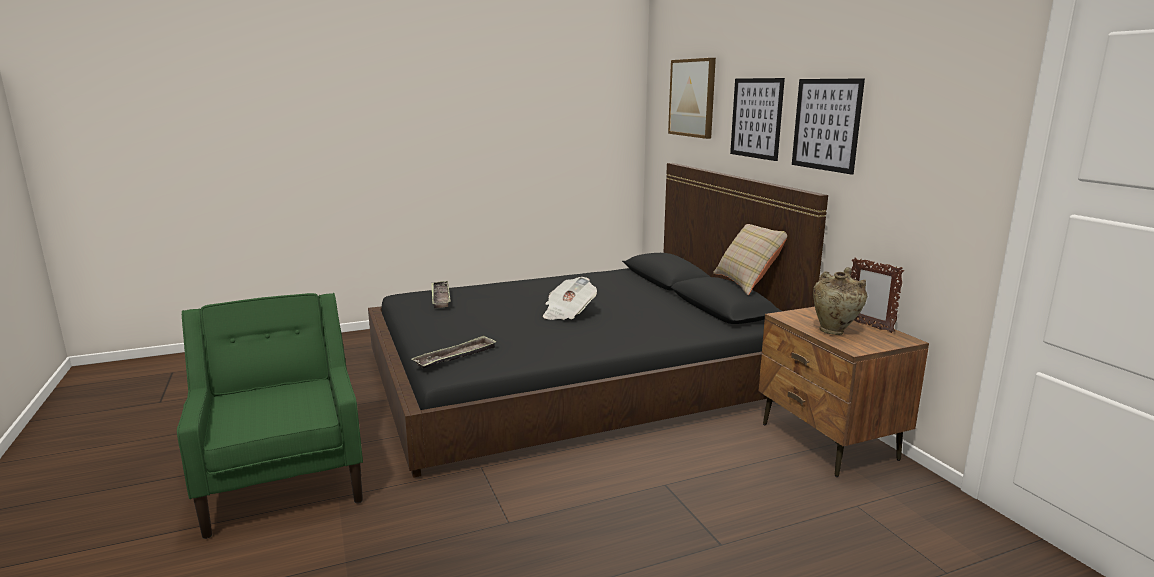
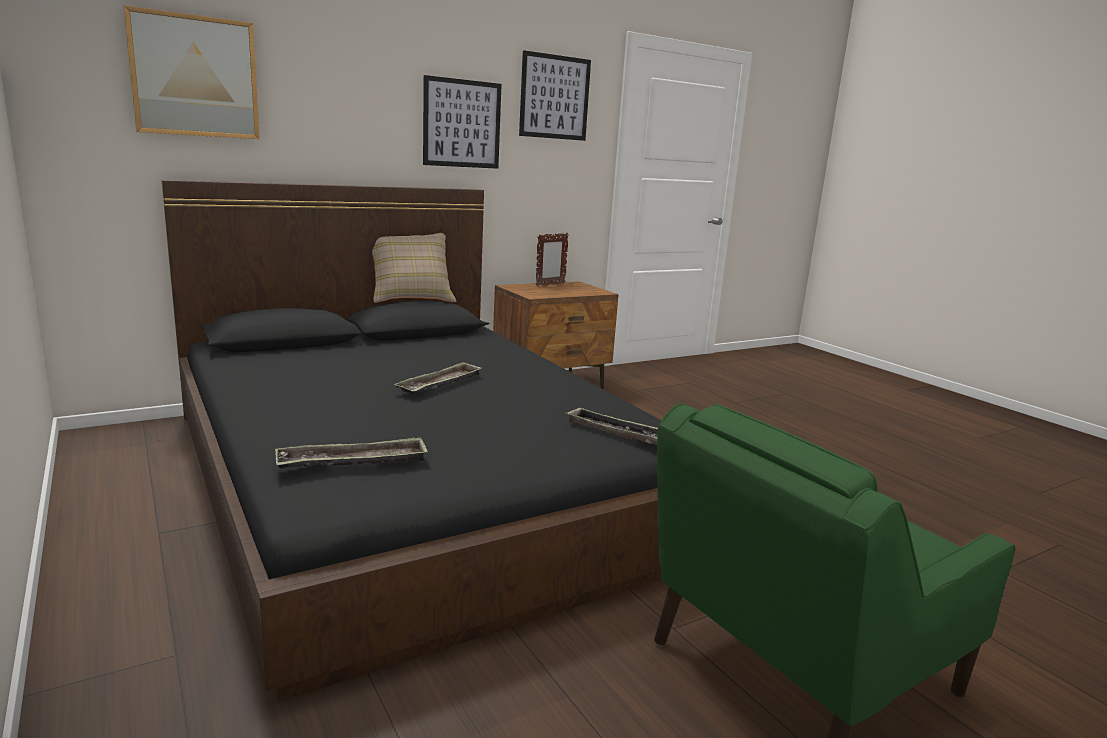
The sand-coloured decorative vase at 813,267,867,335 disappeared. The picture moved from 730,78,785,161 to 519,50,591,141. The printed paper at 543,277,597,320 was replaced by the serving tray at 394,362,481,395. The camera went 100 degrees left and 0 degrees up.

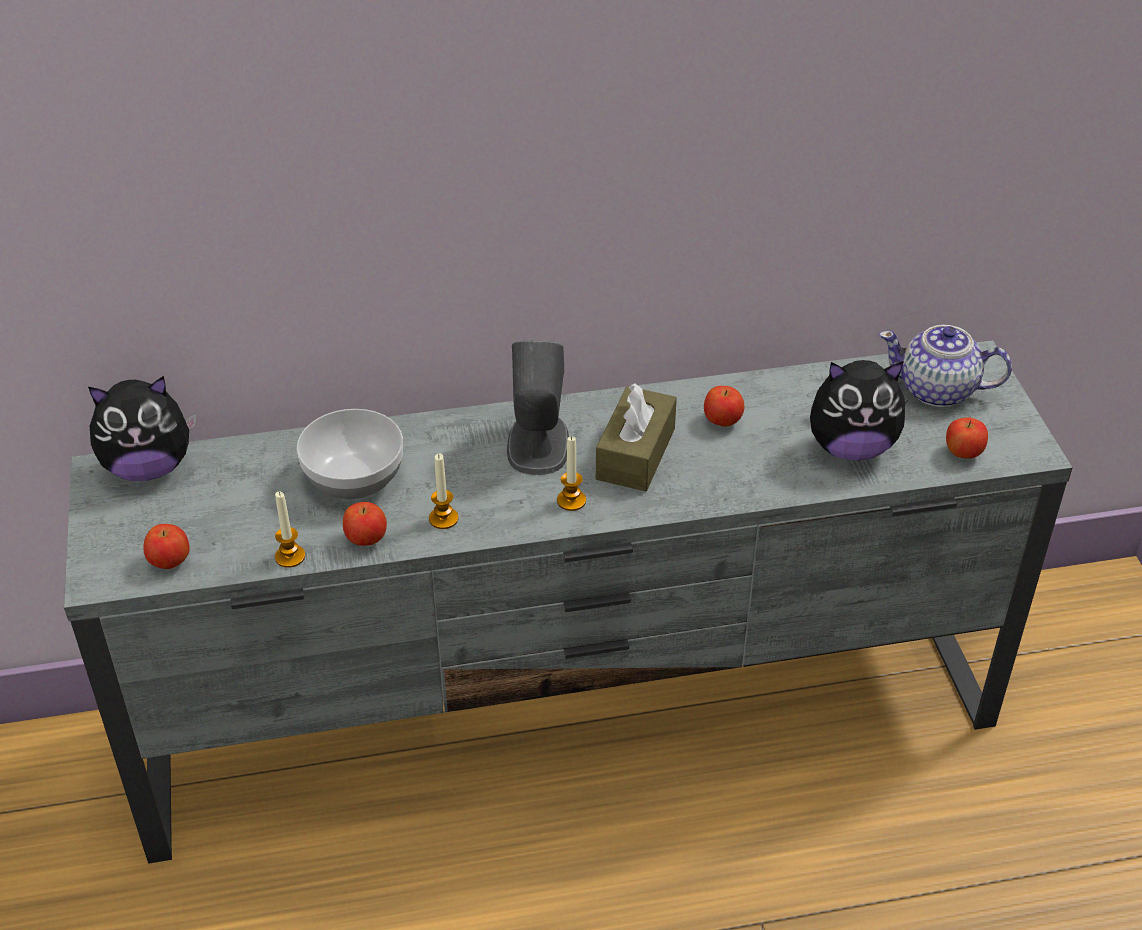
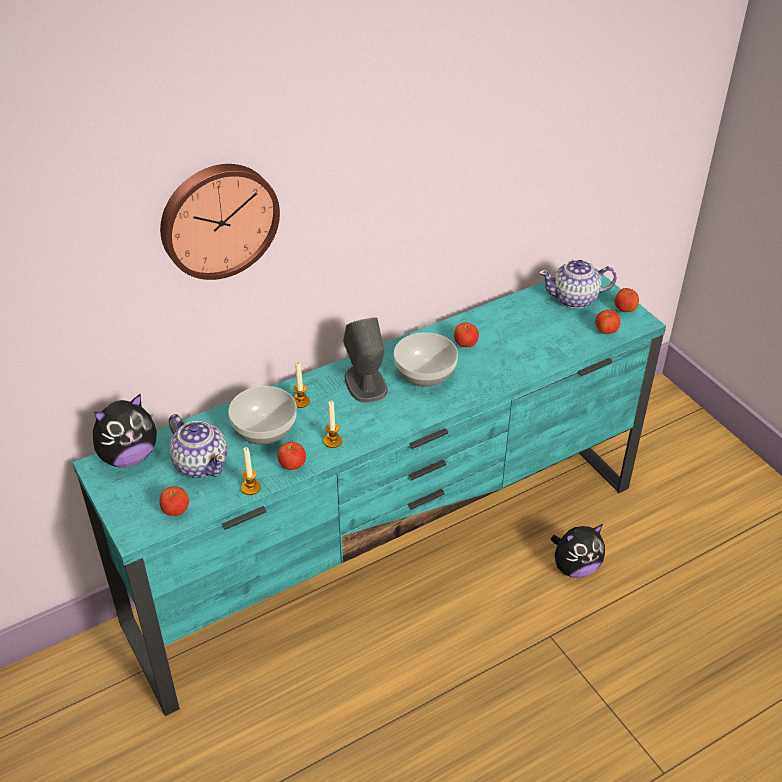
The wall clock at 160,164,280,280 appeared. The tea pot at 169,414,228,478 appeared. The apple at 615,288,639,312 appeared. The candle moved from 557,436,586,511 to 293,362,310,408. The plush toy moved from 810,360,907,461 to 551,524,605,578. The brownish tissue box at 596,383,677,491 was replaced by the deep dish at 394,332,458,387. The gray media console at 64,340,1073,864 became the turquoise media console at 72,267,666,716. The camera went 20 degrees left and 0 degrees up.

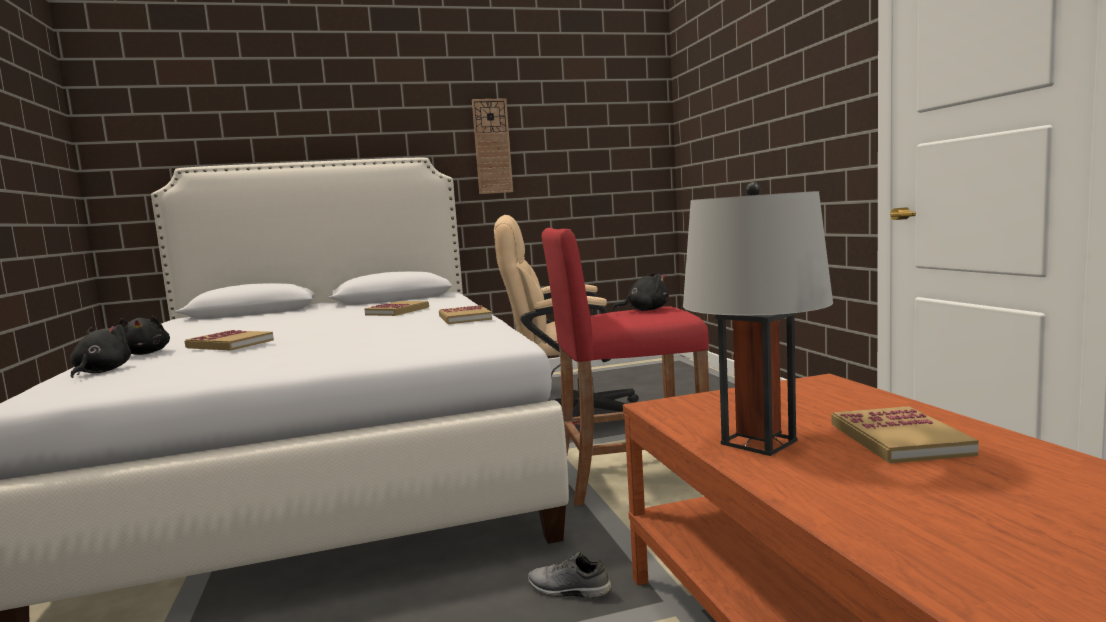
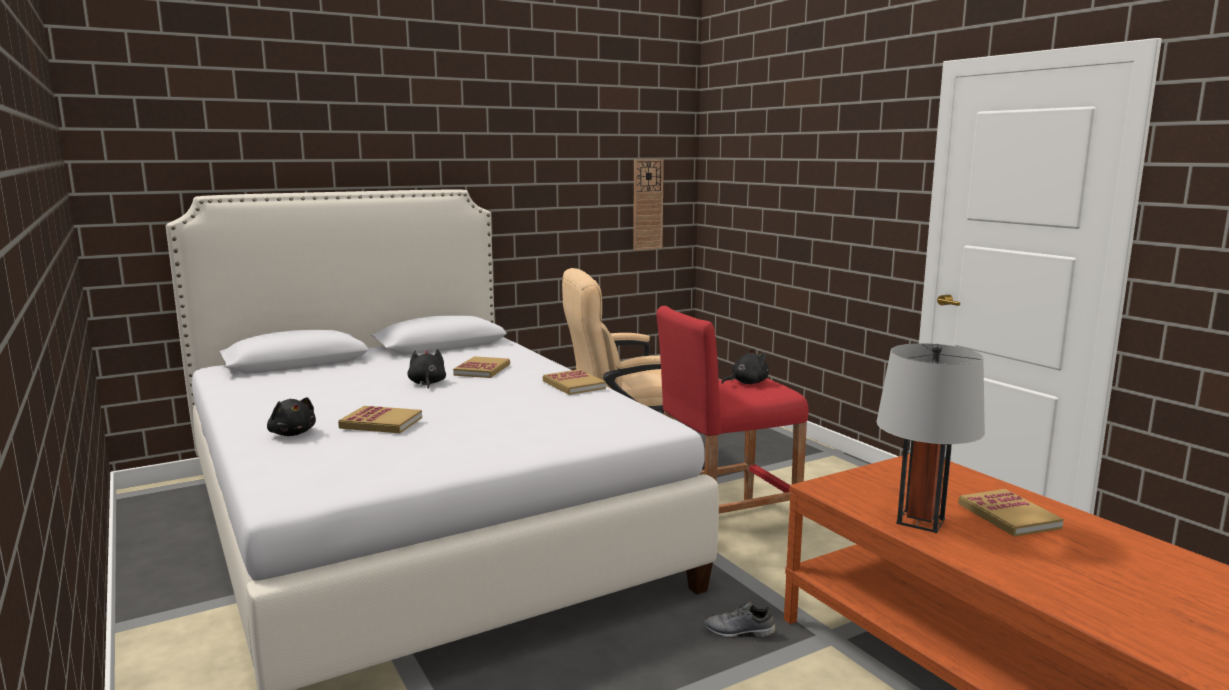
The black-coloured plush toy moved from 70,324,131,378 to 407,349,446,389. The wall clock moved from 472,98,513,194 to 633,159,664,250. The camera went 15 degrees left and 5 degrees up.

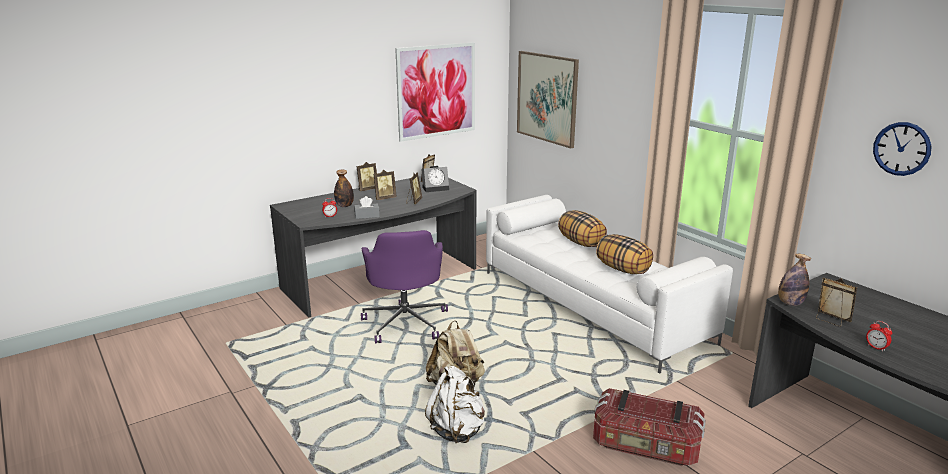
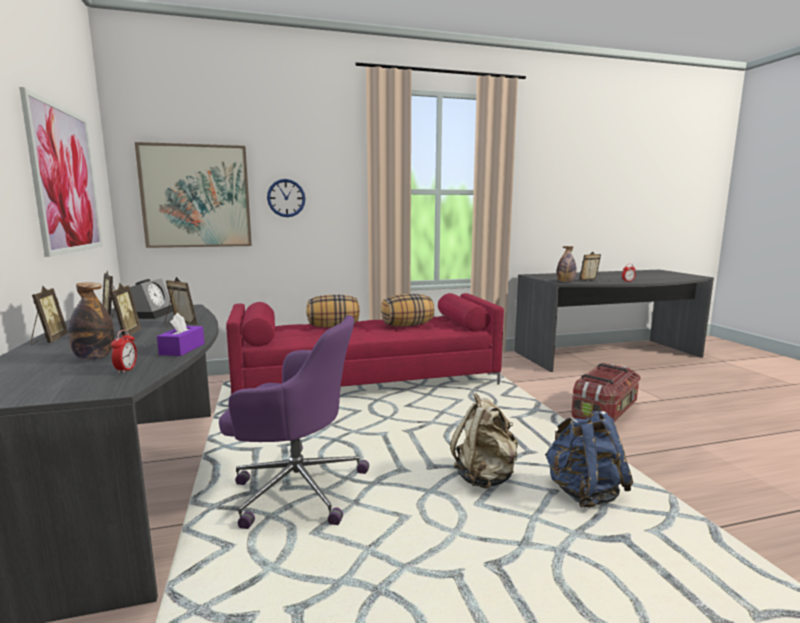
The wall clock moved from 873,122,931,176 to 267,179,306,217. The gray tissue box at 354,196,380,219 became the purplish tissue box at 157,313,205,356. The white-coloured knapsack at 425,366,485,443 became the blue-coloured knapsack at 545,411,633,508. The white-coloured couch at 486,195,733,374 became the red couch at 226,293,504,394. The camera went 70 degrees left and 10 degrees down.

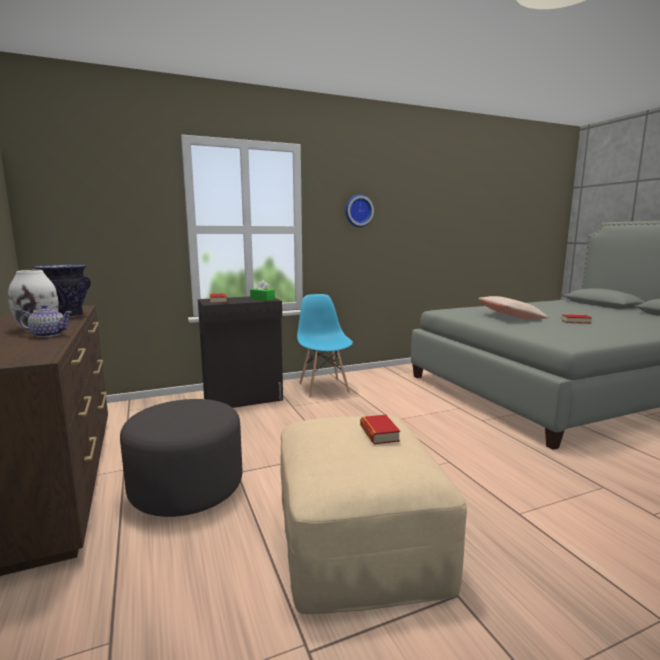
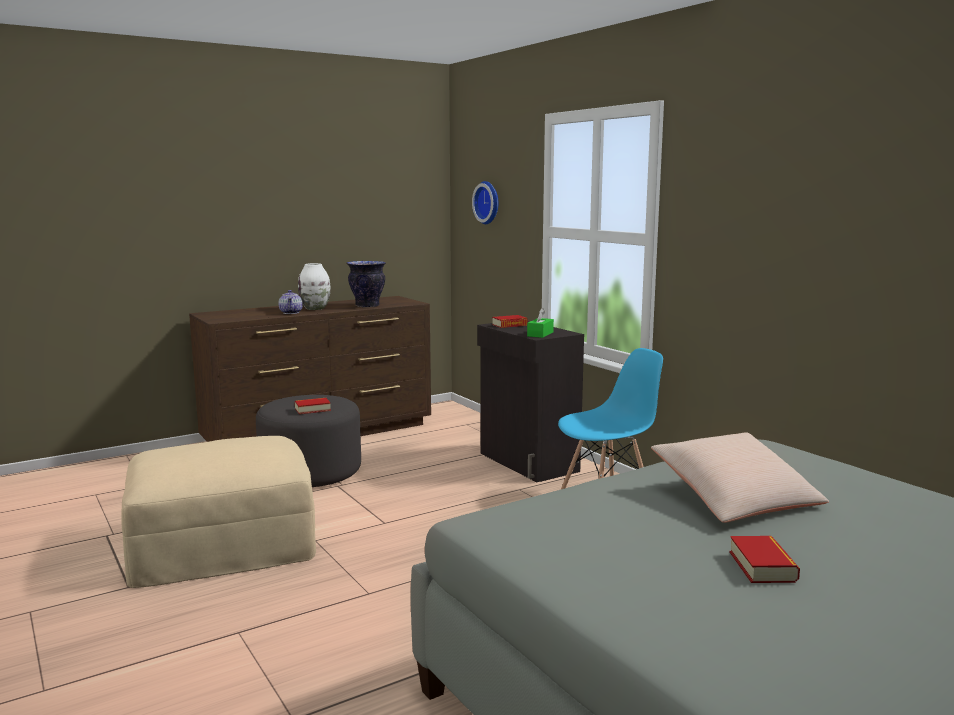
The wall clock moved from 345,194,374,227 to 472,181,498,224. The volume moved from 360,415,400,444 to 295,398,331,414. The camera went 80 degrees right and 0 degrees up.

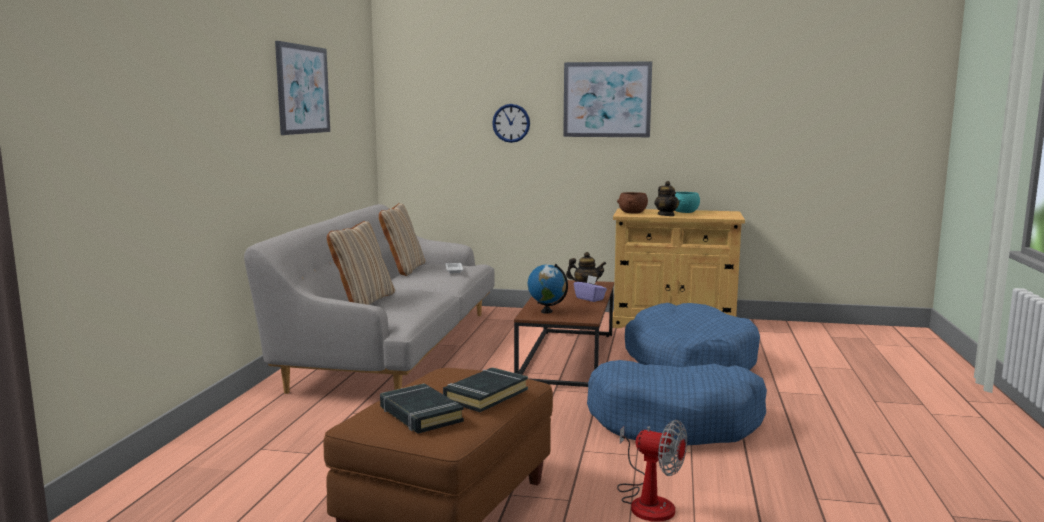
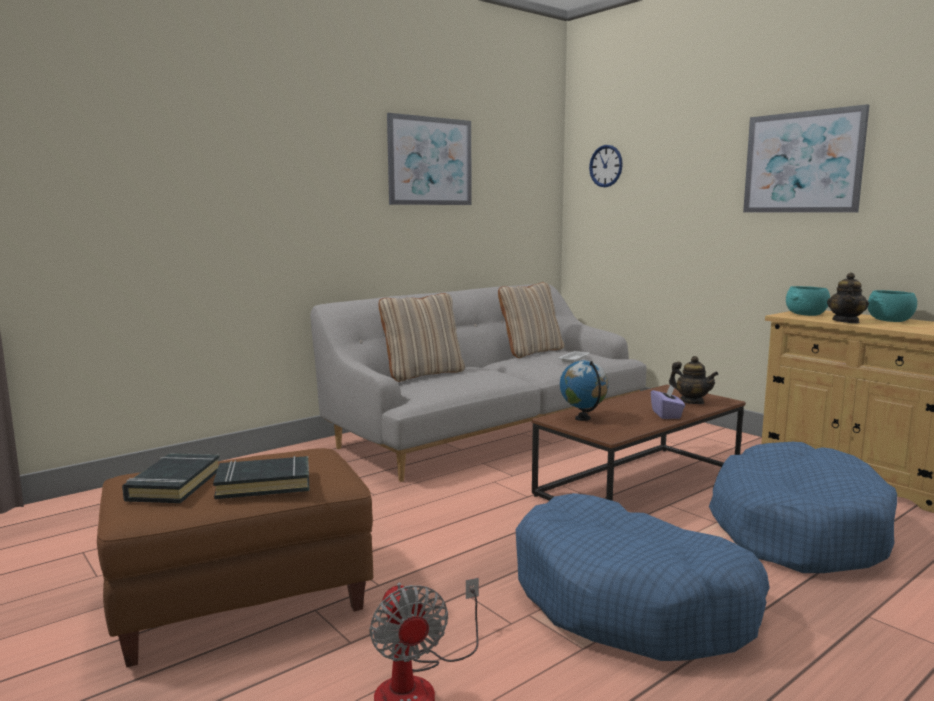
The wall clock moved from 492,104,530,143 to 589,145,623,187. The brownish deep dish at 617,192,648,214 became the turquoise deep dish at 786,286,830,316. The camera went 40 degrees right and 0 degrees up.

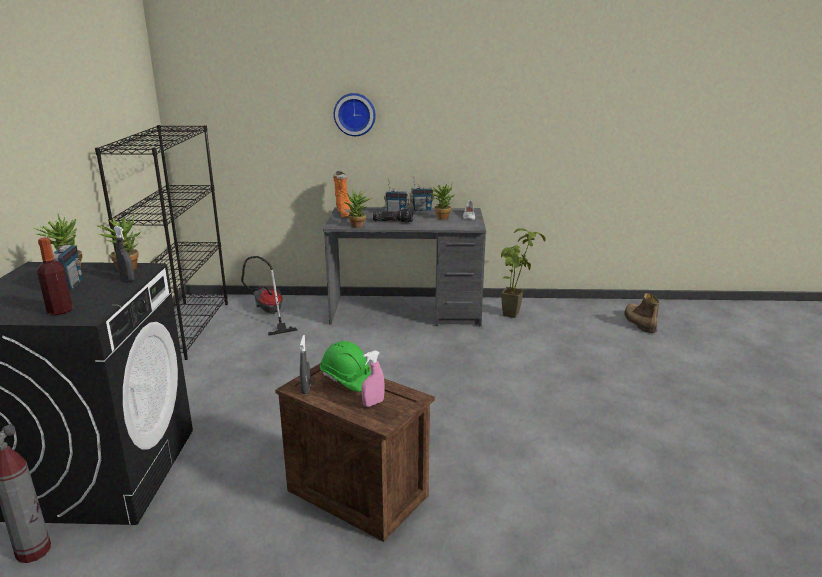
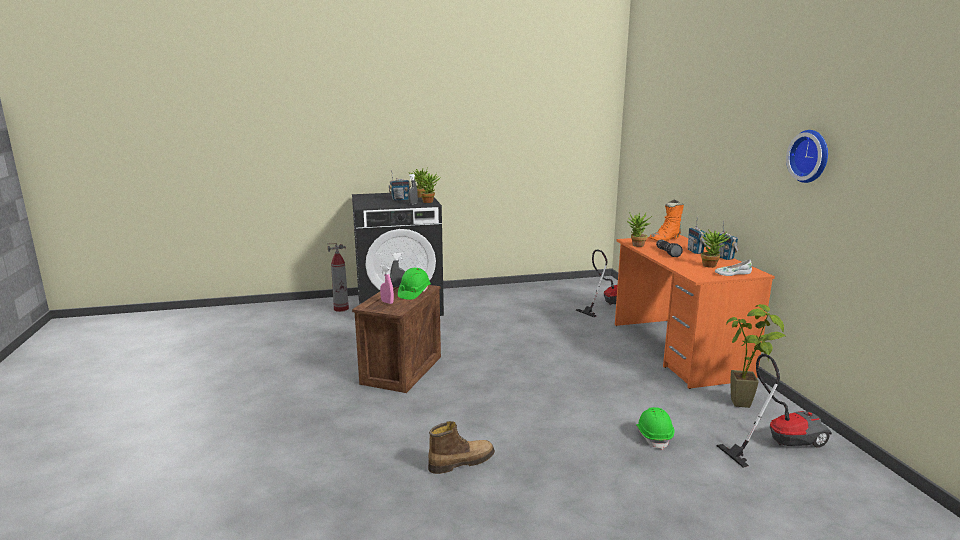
The bottle at 37,237,73,315 disappeared. The black-coloured bookshelf at 95,125,228,360 disappeared. The green-coloured hard hat at 636,407,674,450 appeared. The vacuum cleaner at 716,354,832,468 appeared. The wall clock moved from 334,93,376,136 to 786,130,828,183. The boot moved from 624,293,660,333 to 428,421,495,474. The gray desk at 323,207,486,326 became the orange-coloured desk at 615,235,775,389. The camera went 75 degrees right and 5 degrees down.

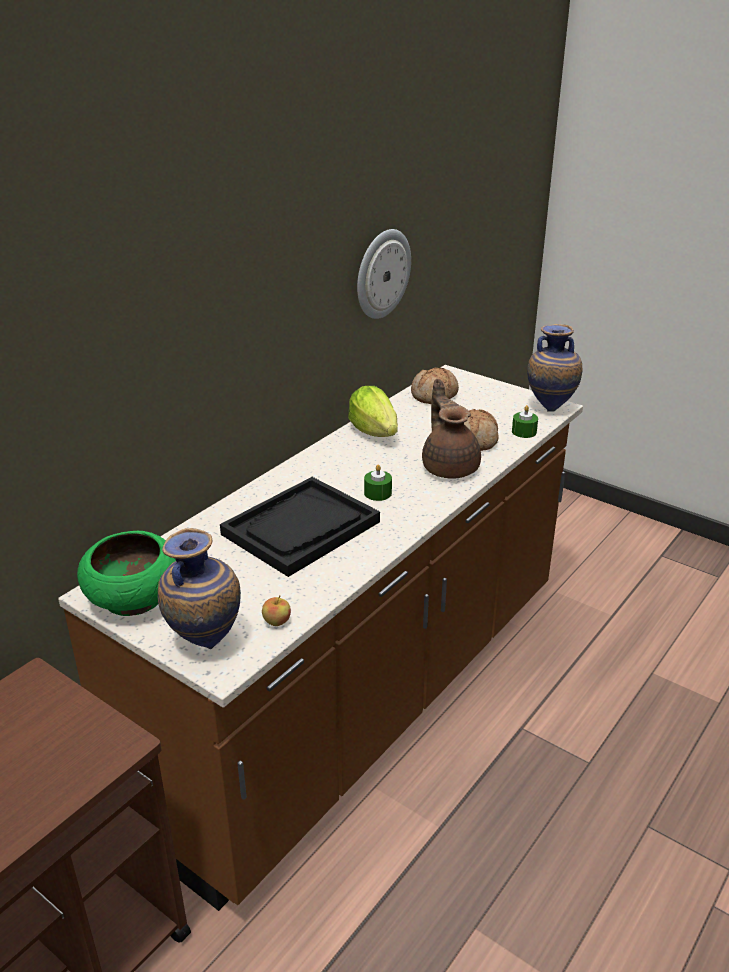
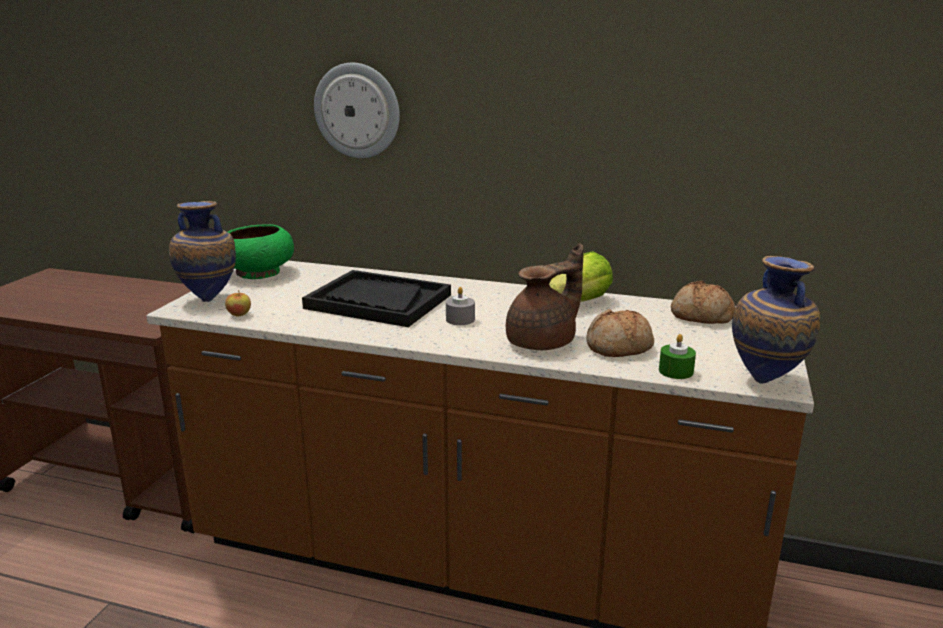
The wall clock moved from 357,229,411,319 to 314,63,400,158. The green-coloured candle at 364,464,392,501 became the gray candle at 446,287,475,325. The camera went 70 degrees right and 10 degrees down.

